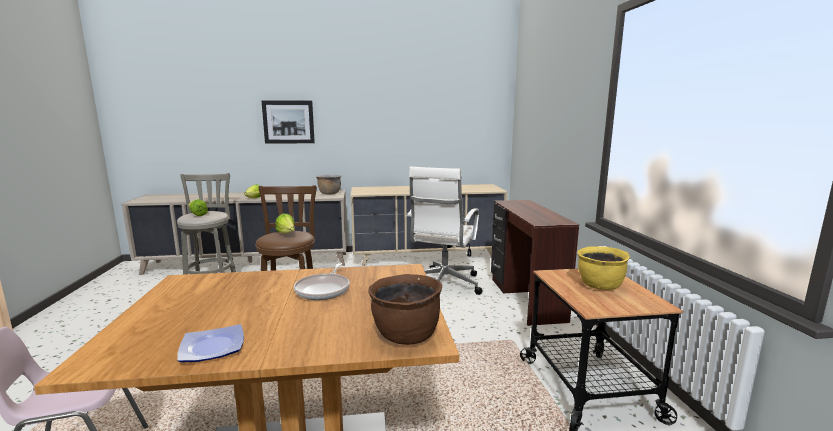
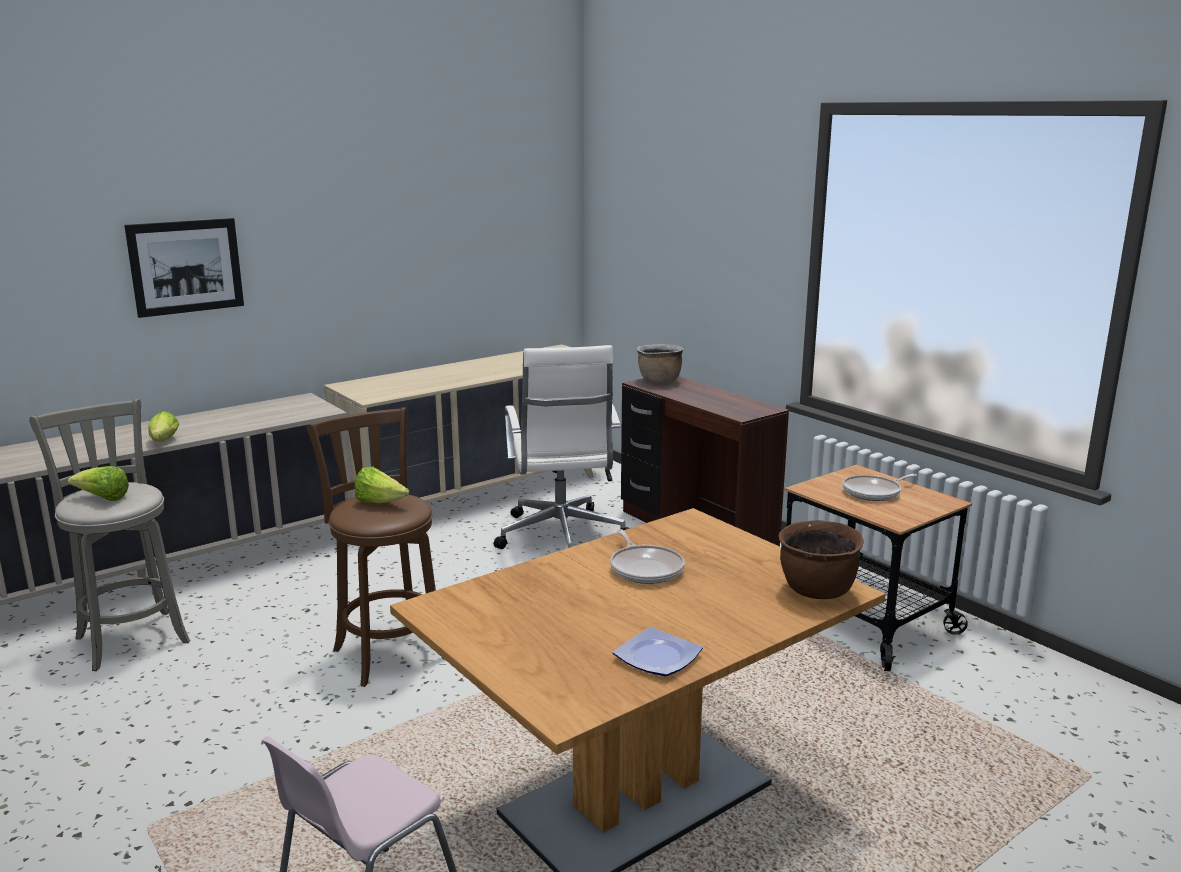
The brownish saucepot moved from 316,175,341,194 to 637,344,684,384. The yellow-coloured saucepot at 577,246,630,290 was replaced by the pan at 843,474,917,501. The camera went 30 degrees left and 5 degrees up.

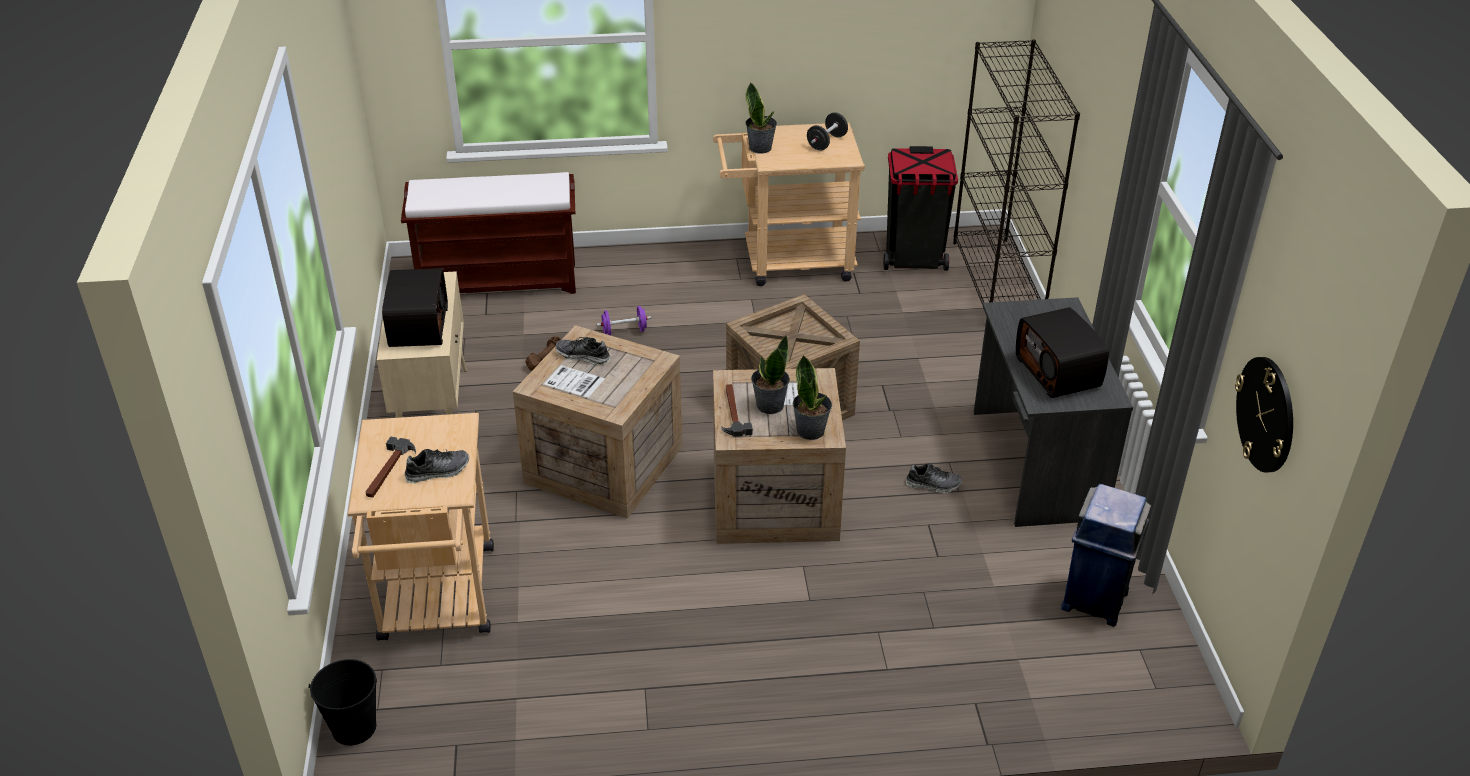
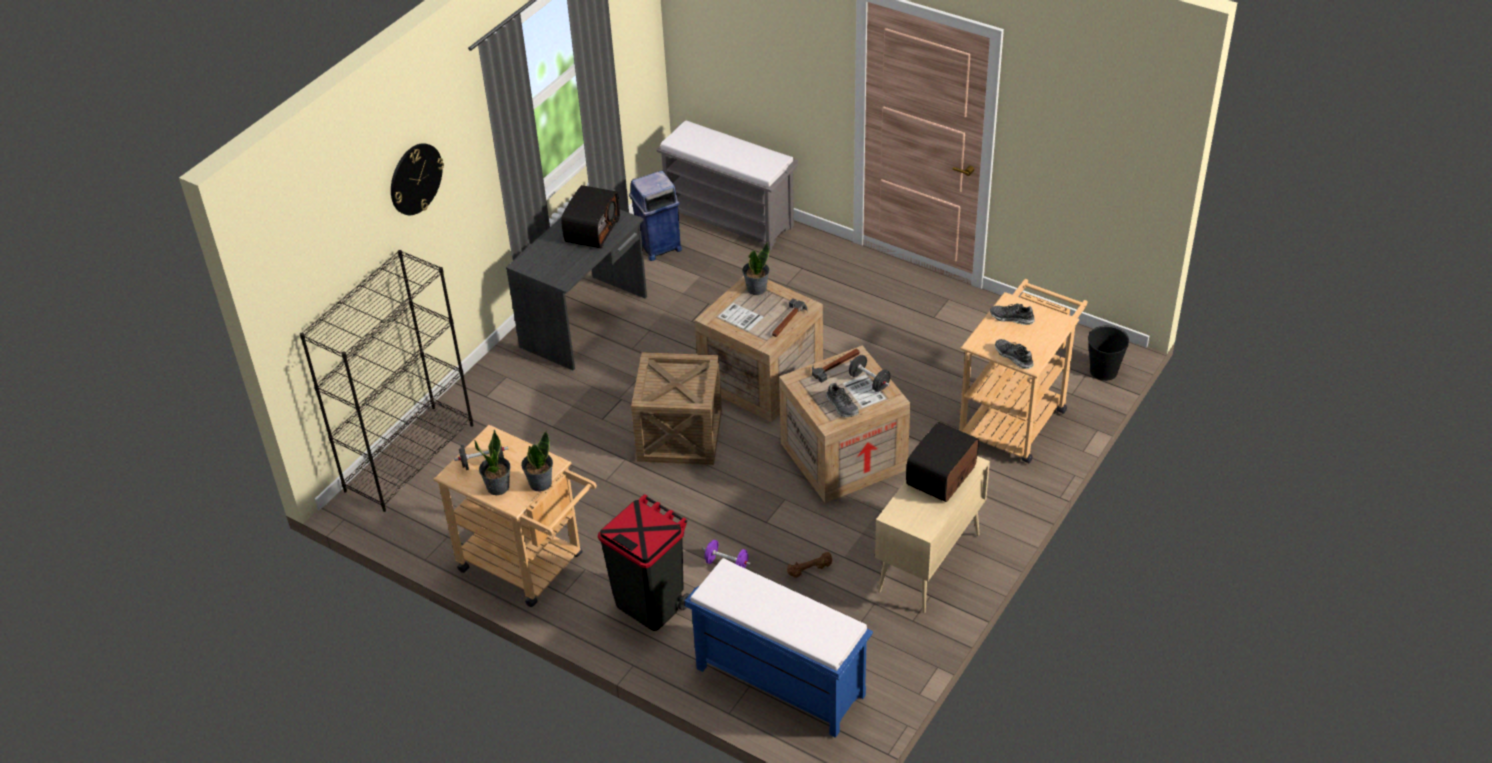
The gray indoor bench at 656,120,798,251 appeared. The black-coloured free weight at 849,355,890,392 appeared. The hand hammer moved from 365,437,416,497 to 812,349,860,383. The potted plant moved from 751,335,790,414 to 474,429,511,495. The black-coloured trash can moved from 883,146,958,271 to 598,494,690,631. The item of footwear moved from 906,463,962,493 to 995,339,1034,369. The wall clock moved from 1235,357,1293,473 to 391,143,444,215. The brownish indoor bench at 401,172,576,294 became the blue-coloured indoor bench at 685,558,873,738. The camera went 140 degrees left and 5 degrees up.

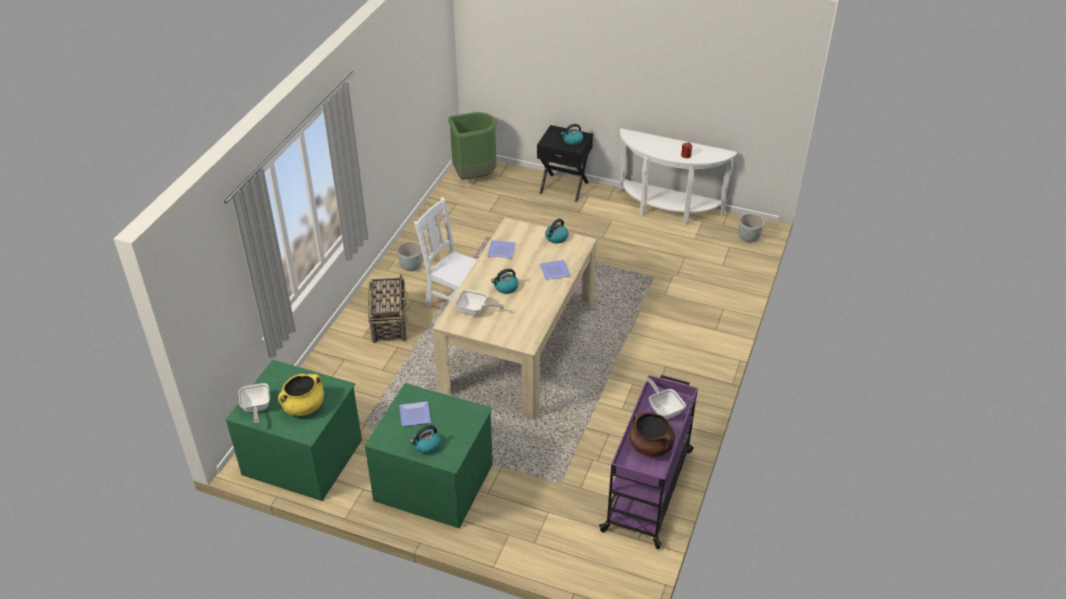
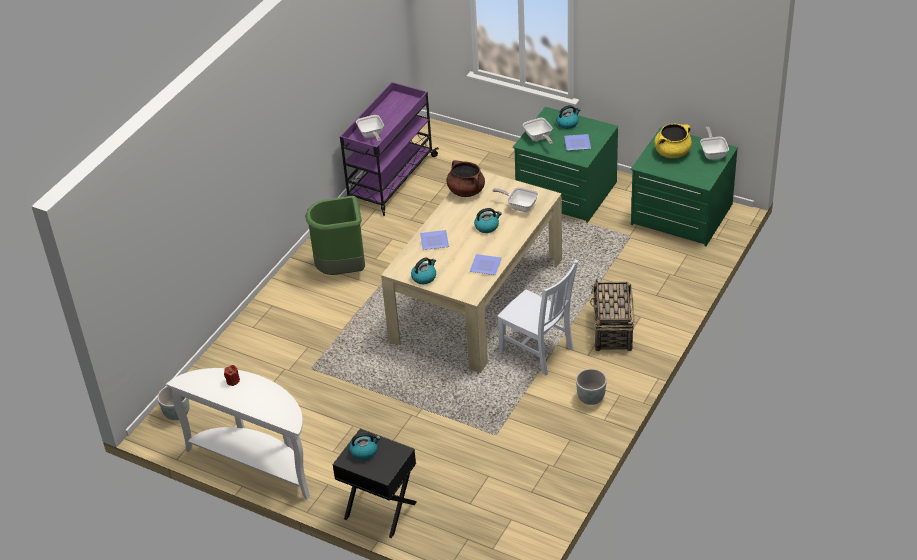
The pan at 523,118,553,145 appeared. The green-coloured trash can moved from 448,112,497,180 to 305,196,365,275. The brownish saucepot moved from 629,413,675,457 to 446,160,485,197. The camera went 170 degrees left and 0 degrees up.

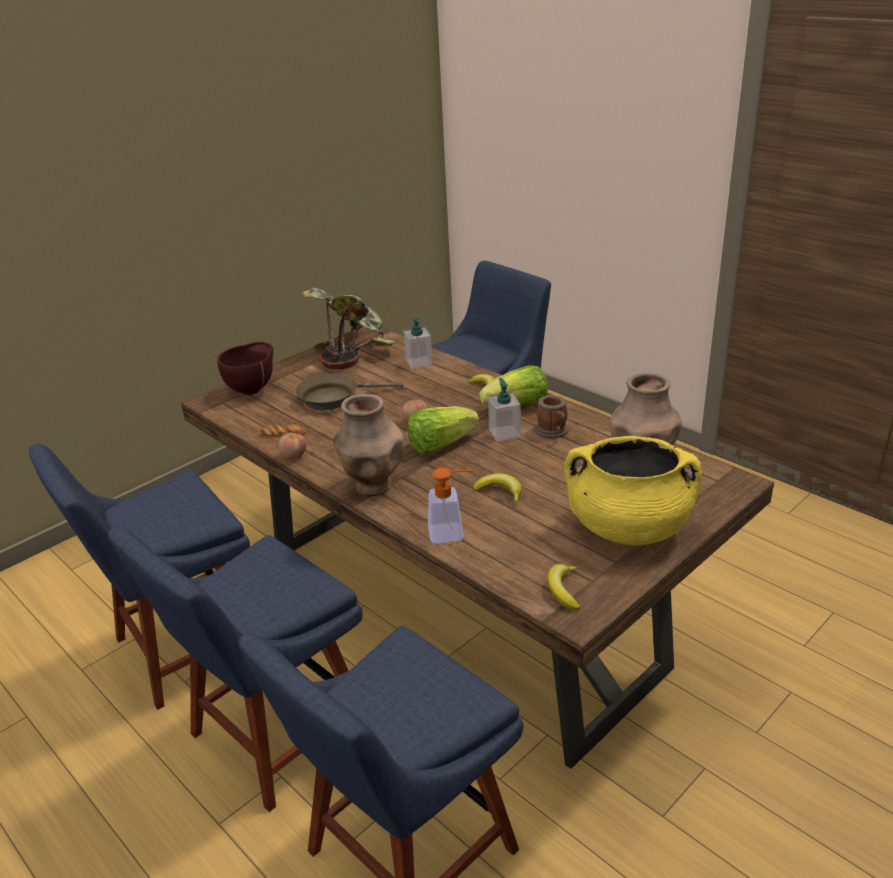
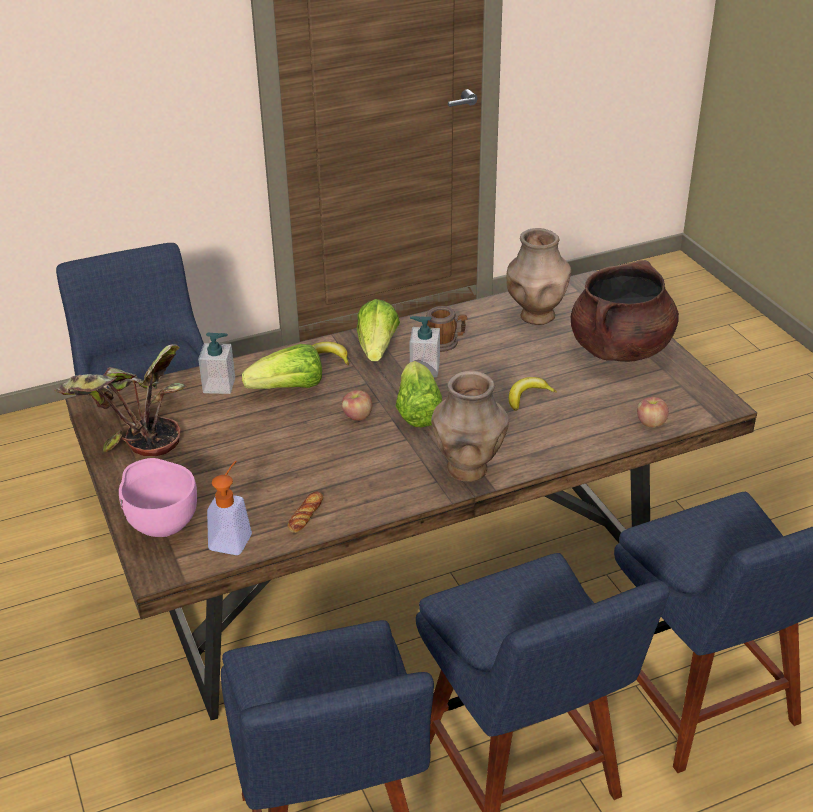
The brownish pan at 295,374,403,410 disappeared. The whole banana at 547,564,581,610 disappeared. The head of lettuce at 242,344,322,389 appeared. The apple moved from 279,433,307,459 to 637,397,669,427. The liquid soap bottle moved from 428,468,474,544 to 207,461,252,555. The brownish deep dish at 217,342,273,395 became the pinkish deep dish at 119,458,197,537. The yellow-coloured saucepot at 565,436,702,546 became the brownish saucepot at 571,260,679,362. The camera went 70 degrees left and 5 degrees up.

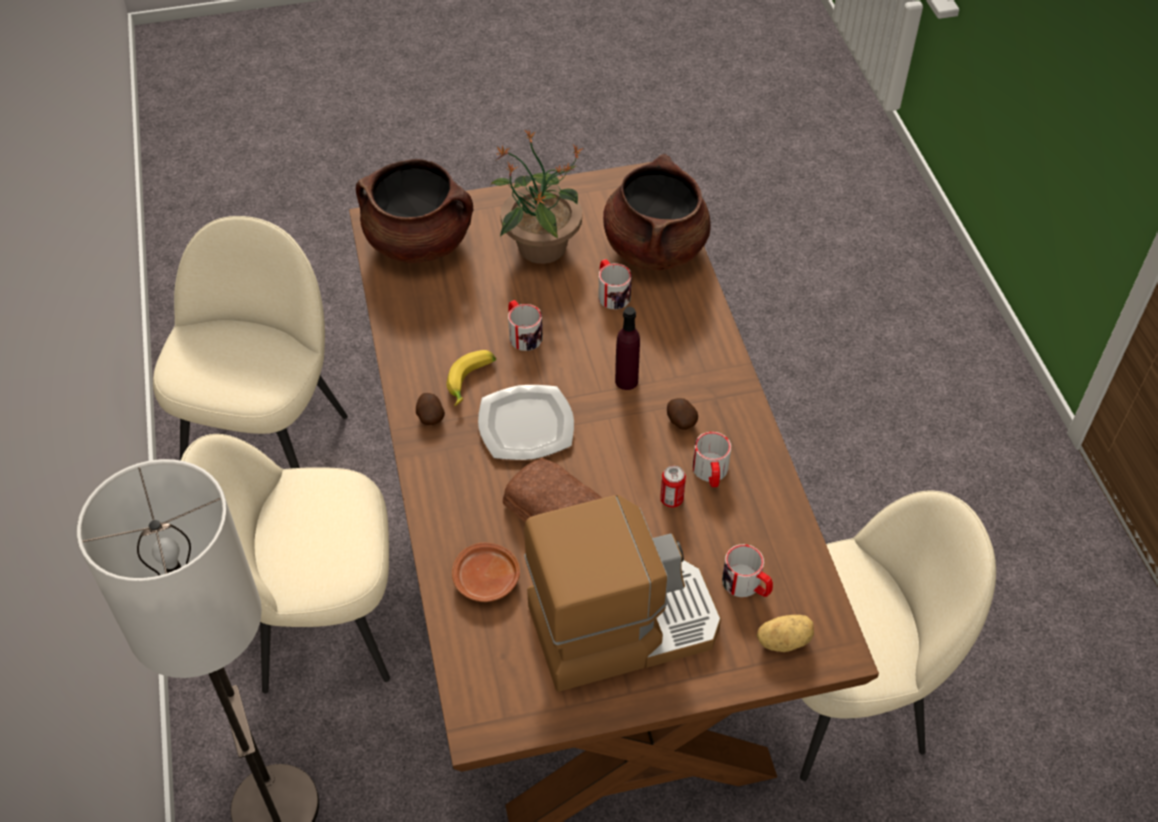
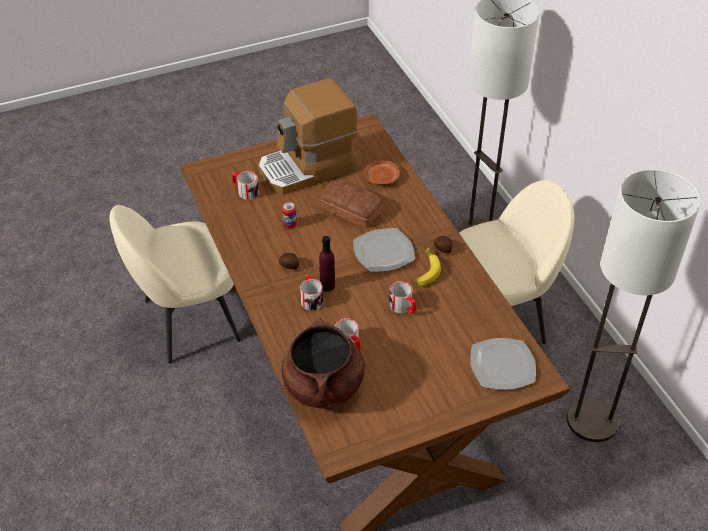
The potted plant at 491,130,584,264 disappeared. The potato at 756,615,814,652 disappeared. The tea mug moved from 692,432,731,487 to 300,275,324,311. The sand-coloured upright chair at 153,216,348,468 was replaced by the standing lamp at 567,168,701,442. The brownish saucepot at 355,159,473,263 was replaced by the flat dish at 470,338,536,390. The camera went 170 degrees right and 5 degrees down.

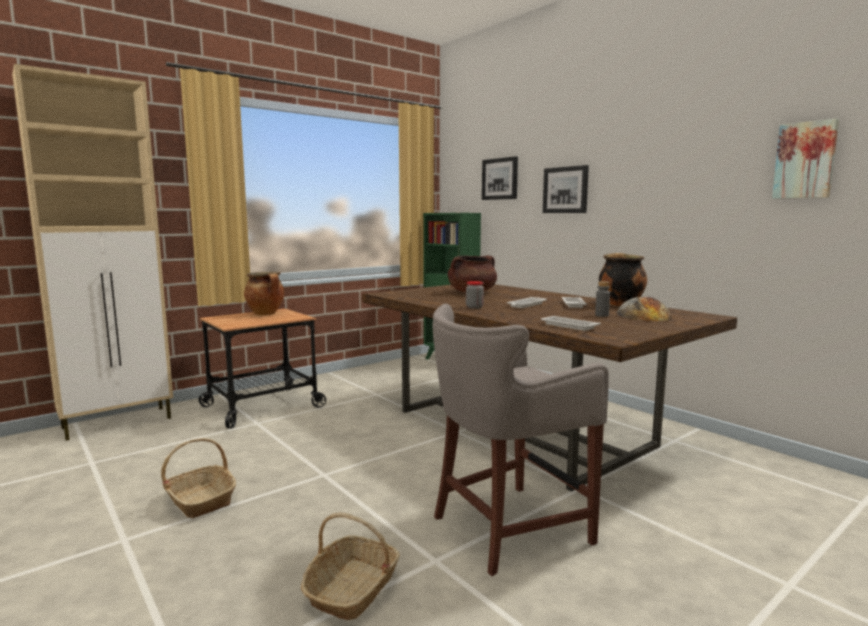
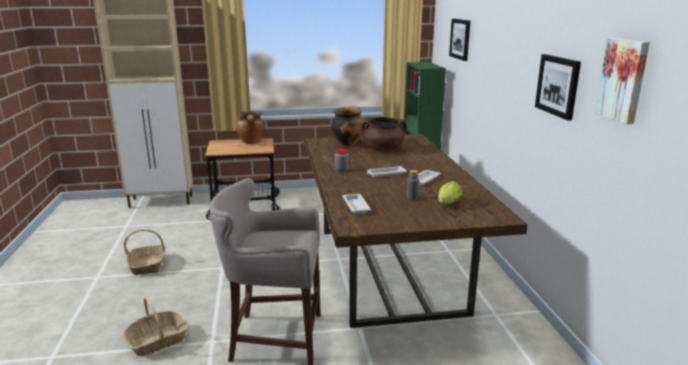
The picture moved from 543,165,589,213 to 535,54,581,120. The saucepot moved from 599,253,647,306 to 331,106,363,146. The baked bread at 616,297,672,321 was replaced by the head of lettuce at 438,181,462,205. The camera went 30 degrees right and 10 degrees up.

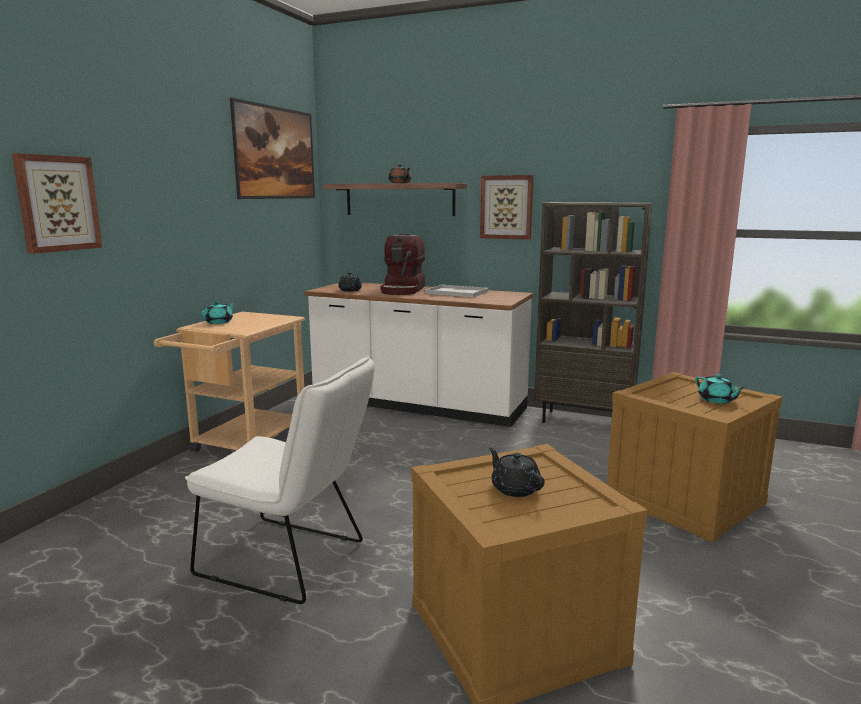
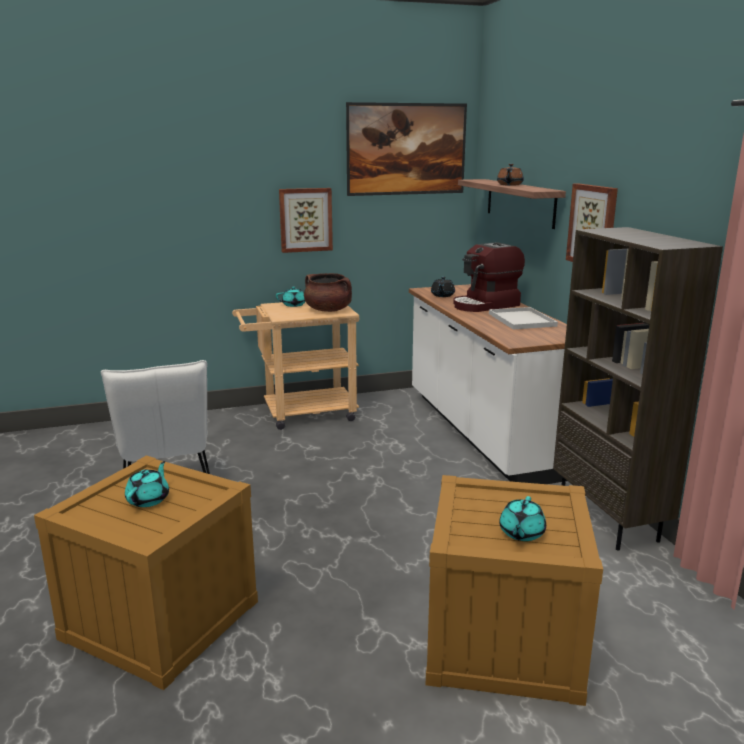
The brownish saucepot at 304,273,352,312 appeared. The picture moved from 12,153,102,254 to 279,188,333,253. The black-coloured tea pot at 489,448,545,497 became the turquoise tea pot at 125,461,169,507. The camera went 50 degrees right and 5 degrees up.

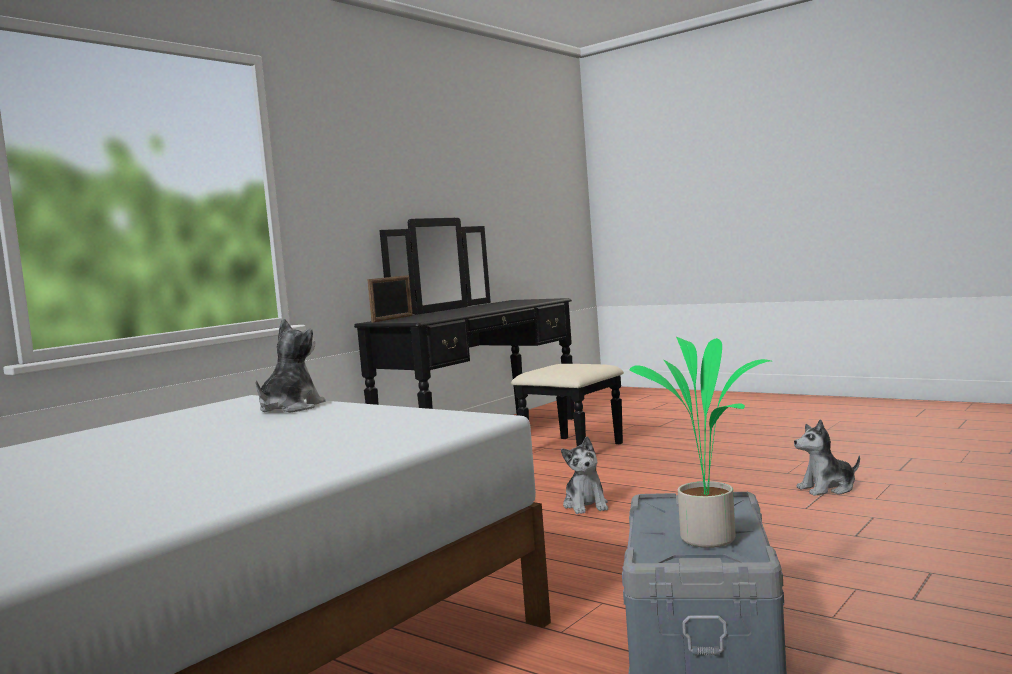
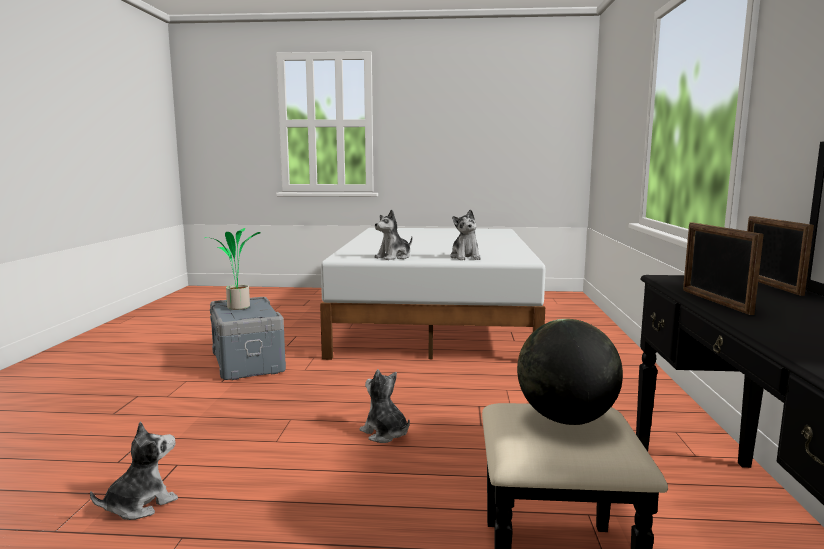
The plush toy at 374,210,413,260 appeared. The desk globe at 517,319,623,425 appeared. The picture frame at 683,223,764,315 appeared. The camera went 145 degrees right and 5 degrees up.

